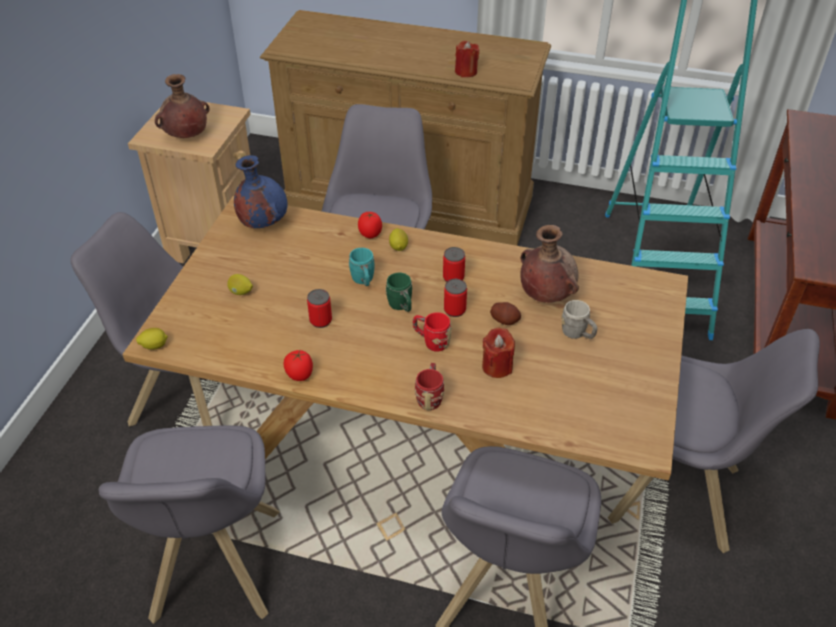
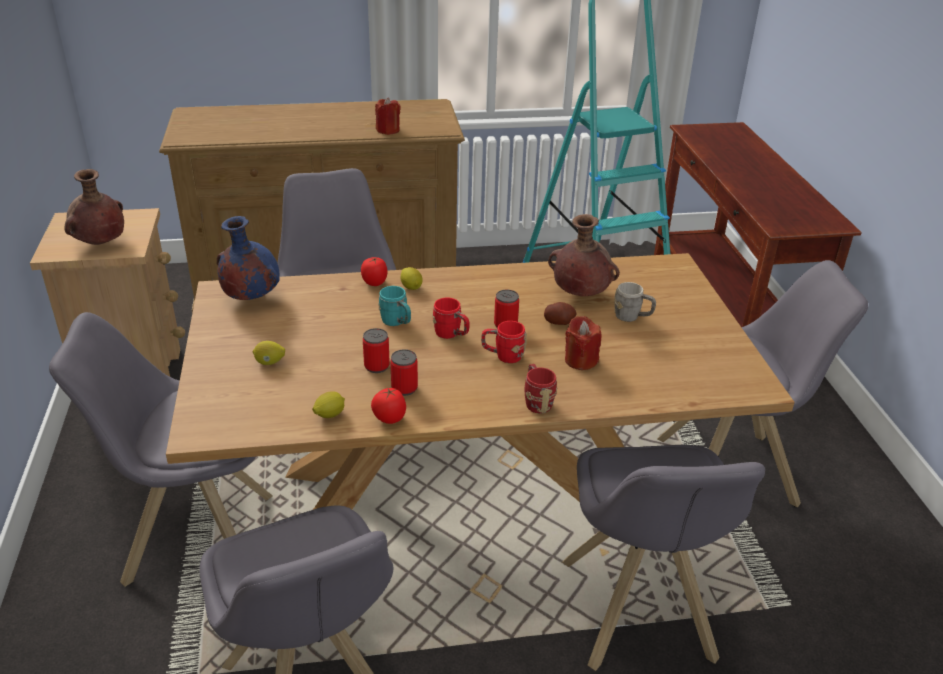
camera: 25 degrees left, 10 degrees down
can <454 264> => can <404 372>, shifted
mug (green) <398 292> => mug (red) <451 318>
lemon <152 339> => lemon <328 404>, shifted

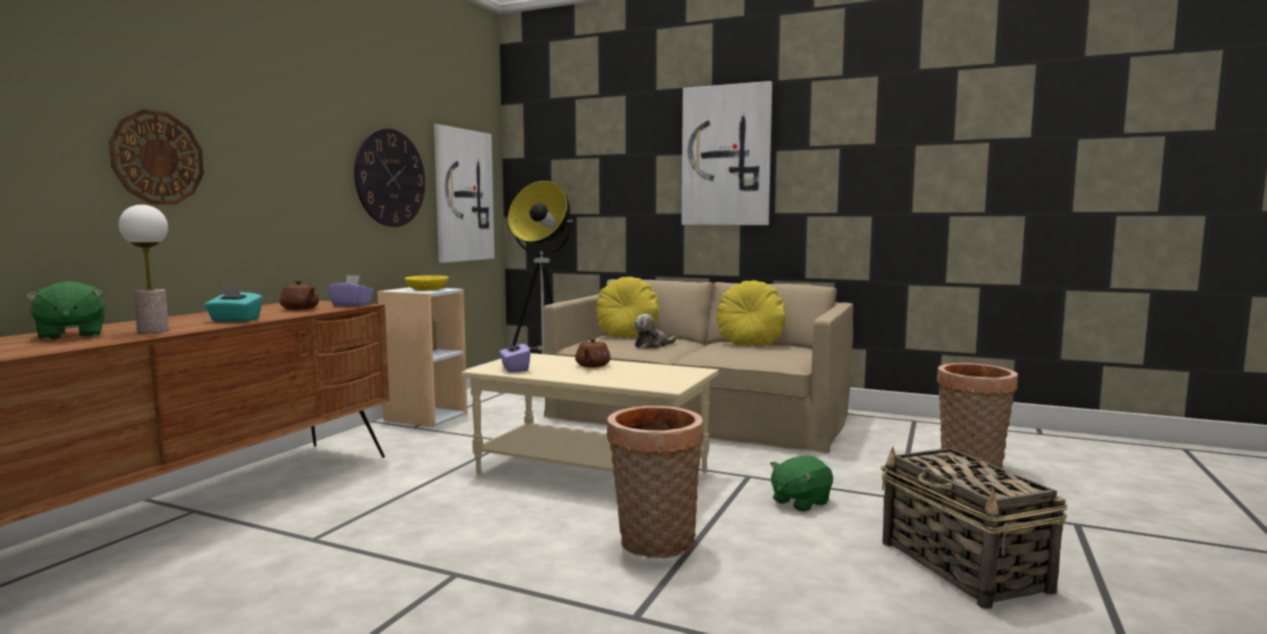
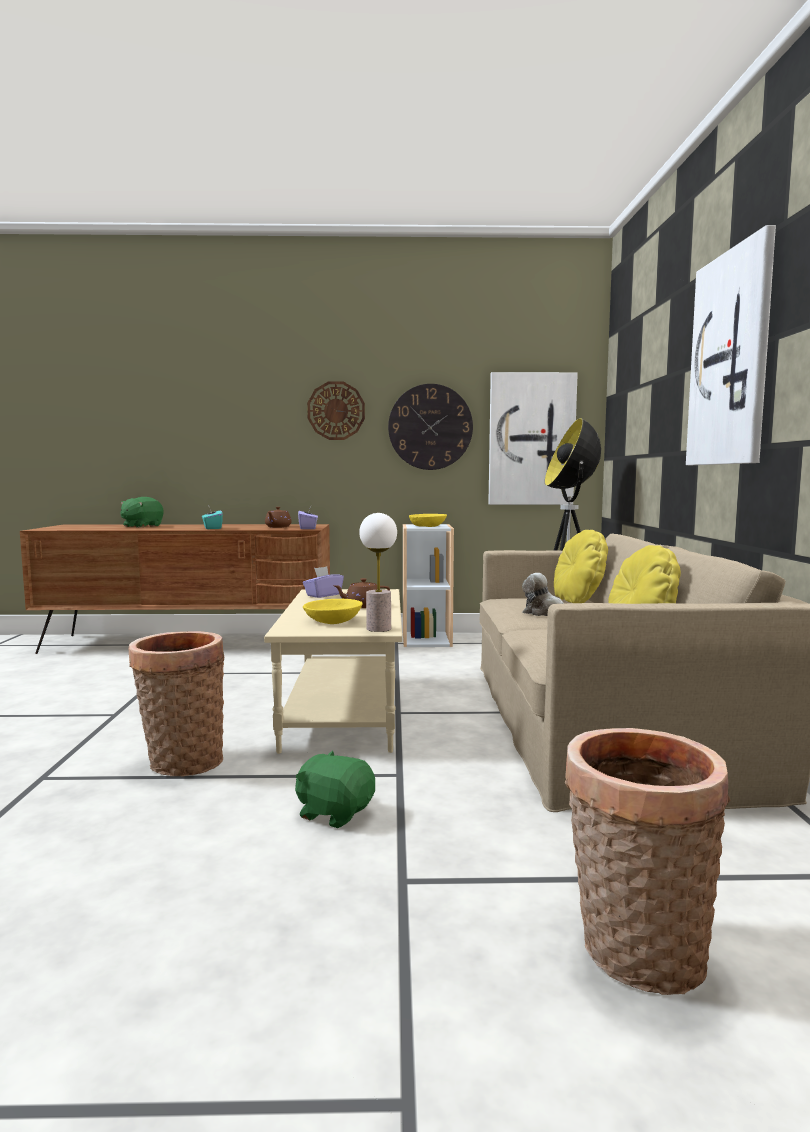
camera: 65 degrees right, 0 degrees up
wall clock <156 157> => wall clock <336 410>, shifted
table lamp <144 269> => table lamp <378 572>, shifted
basket <974 528> => nothing
nothing => bowl (yellow) <333 611>

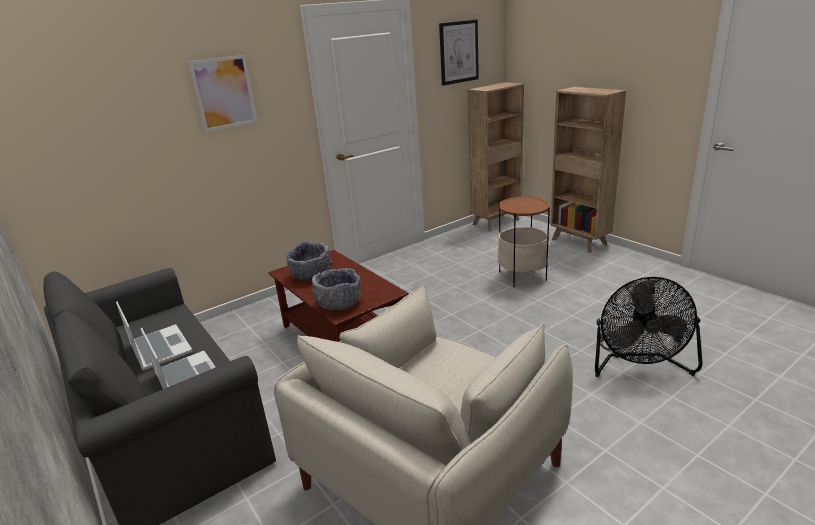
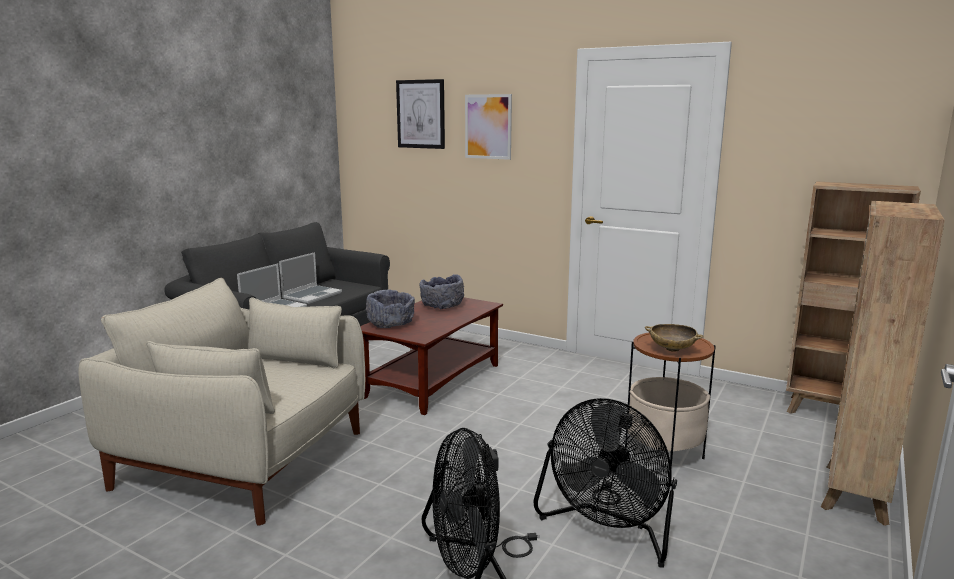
camera: 65 degrees right, 10 degrees down
picture <459 52> => picture <420 114>, shifted
nothing => bowl (beige) <674 338>
nothing => fan (black) <605 483>

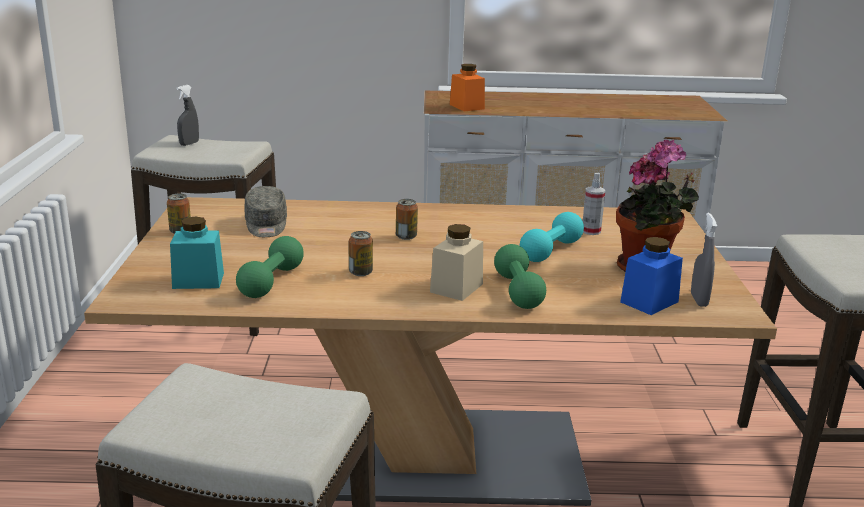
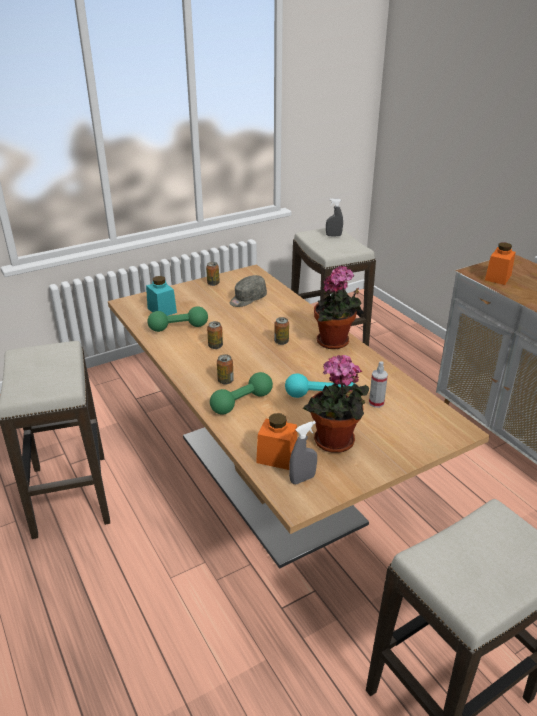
camera: 60 degrees right, 10 degrees up
jar (beige) <456 262> => can <225 369>
jar (blue) <651 276> => jar (orange) <276 441>
nothing => potted plant <338 307>

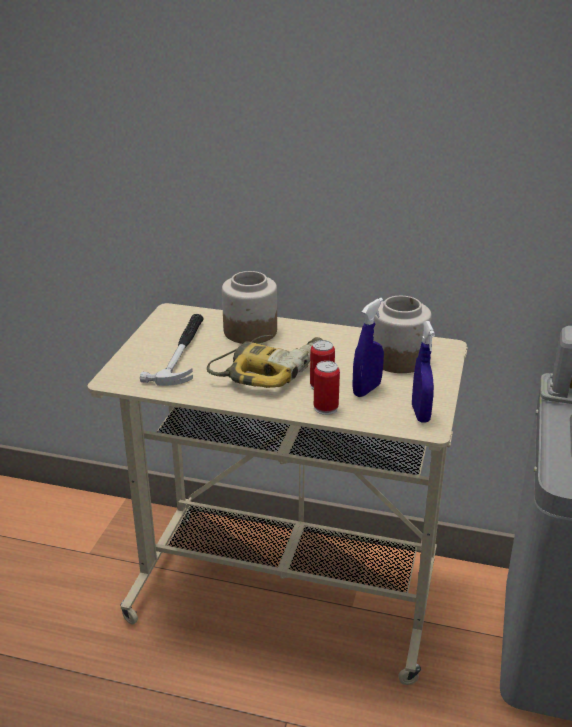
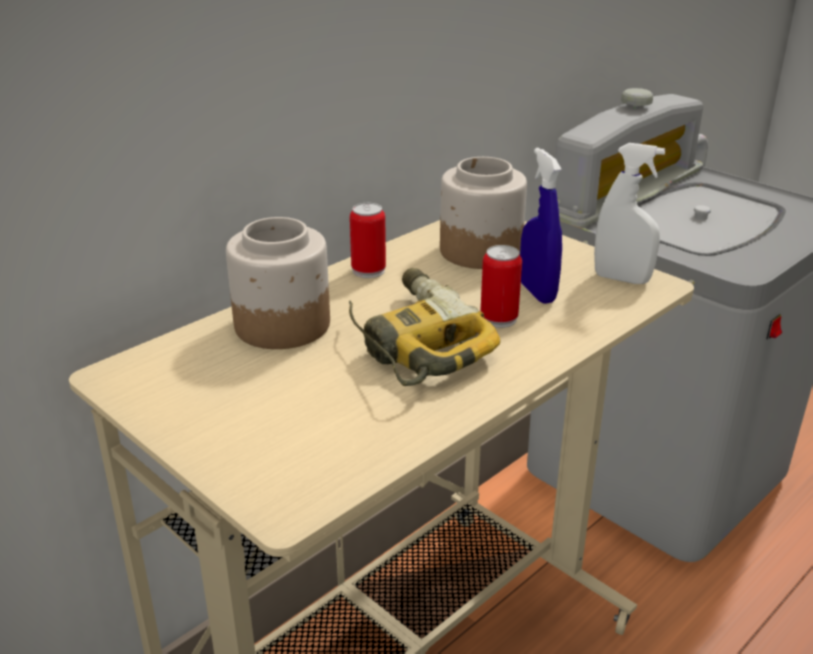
camera: 60 degrees left, 0 degrees up
hammer <172 350> => nothing
spray bottle (blue) <423 371> => spray bottle (white) <629 213>
can <327 388> => can <368 240>, shifted

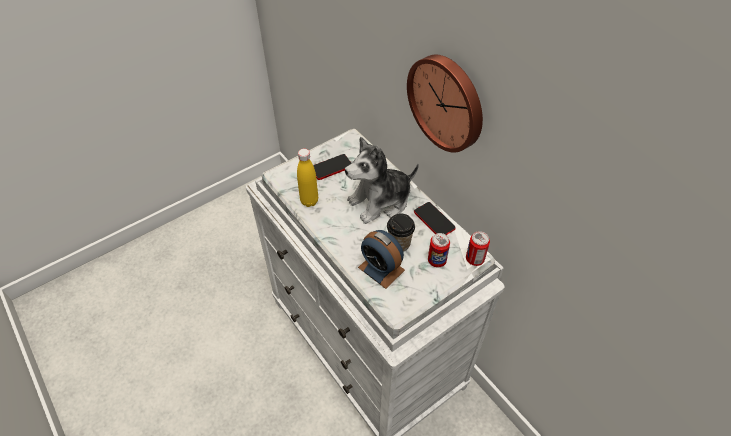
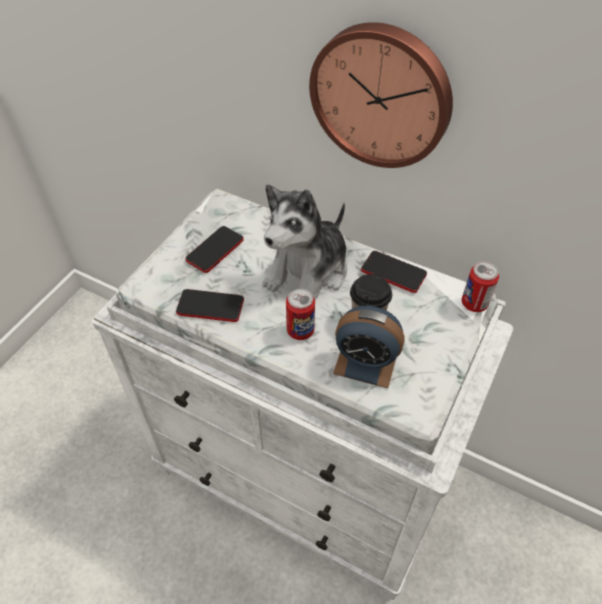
camera: 25 degrees left, 0 degrees up
bottle (yellow) <307 178> => phone <210 305>
can <439 250> => can <300 314>, shifted

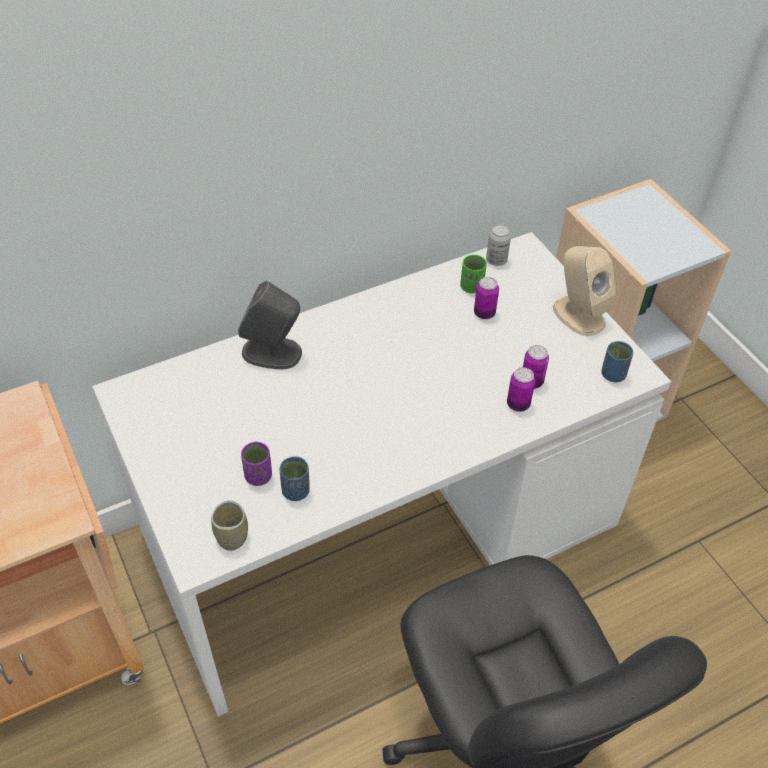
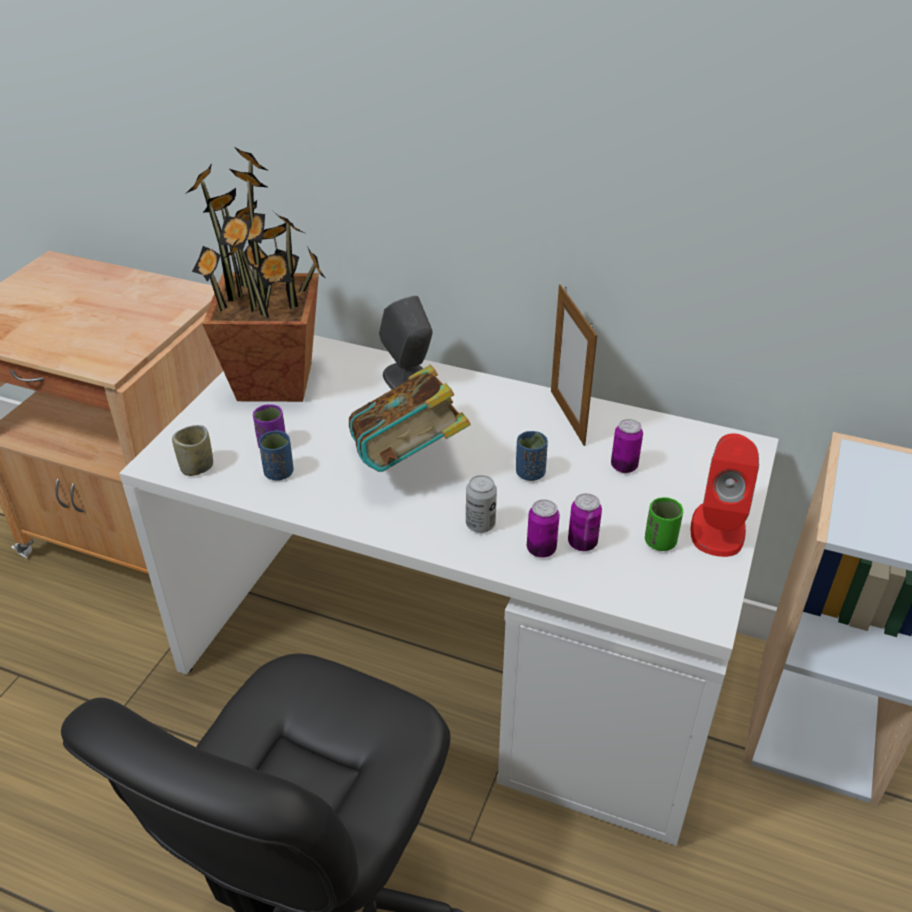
camera: 50 degrees right, 10 degrees down
can <498 245> => can <481 504>, shifted
speaker (beige) <584 291> => speaker (red) <724 495>
cup (green) <473 274> => cup (green) <664 524>, shifted
cup (blue) <617 361> => cup (blue) <532 456>, shifted
nothing => potted plant <255 274>
nothing => picture frame <574 365>
nothing => book <410 418>

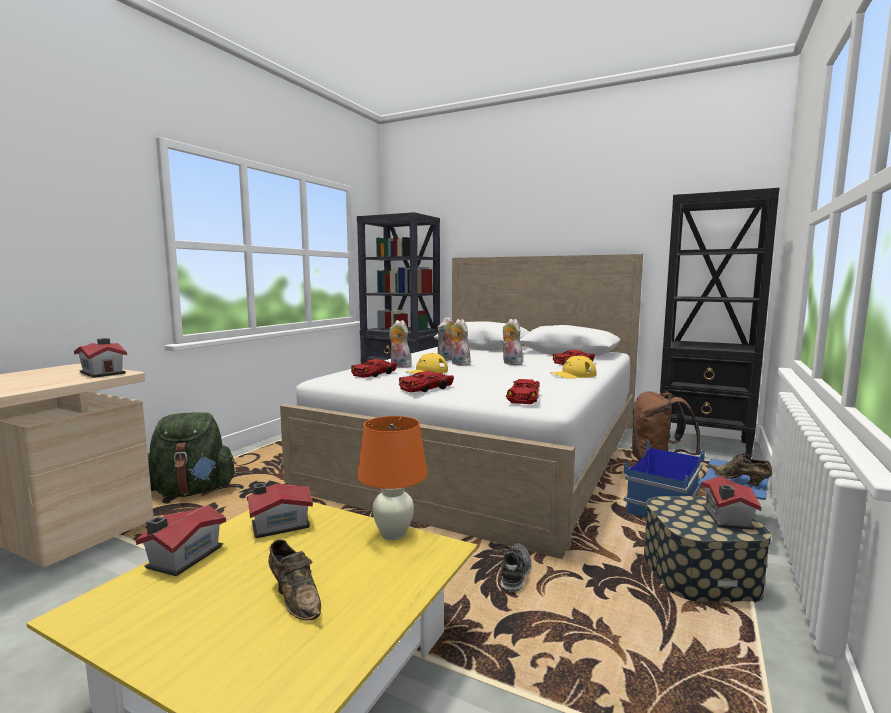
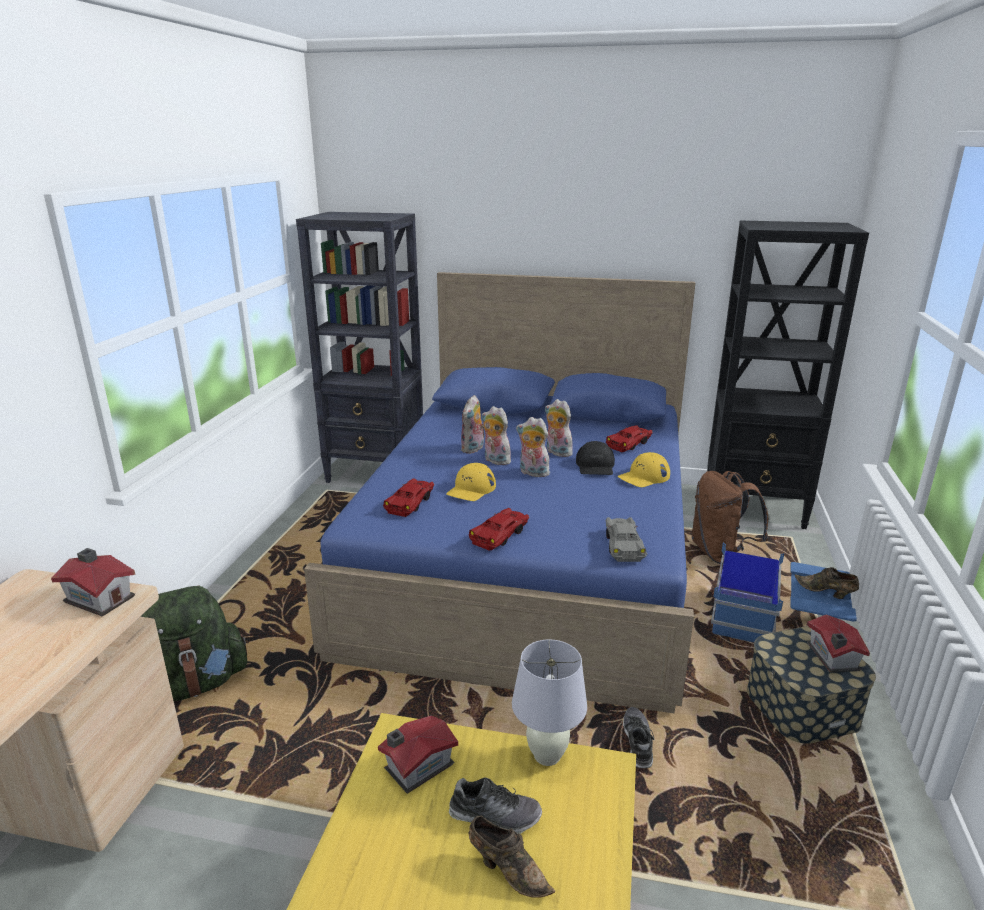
camera: 15 degrees left, 15 degrees up
bed (white) <461 406> => bed (blue) <499 492>
plush toy <400 344> => plush toy <533 447>, shifted
toy car (red) <523 391> => toy car (grey) <626 539>
table lamp (orange) <392 478> => table lamp (white) <549 702>
toy house <181 540> => nothing
nothing => cap (black) <595 458>
nothing => shoe <495 805>

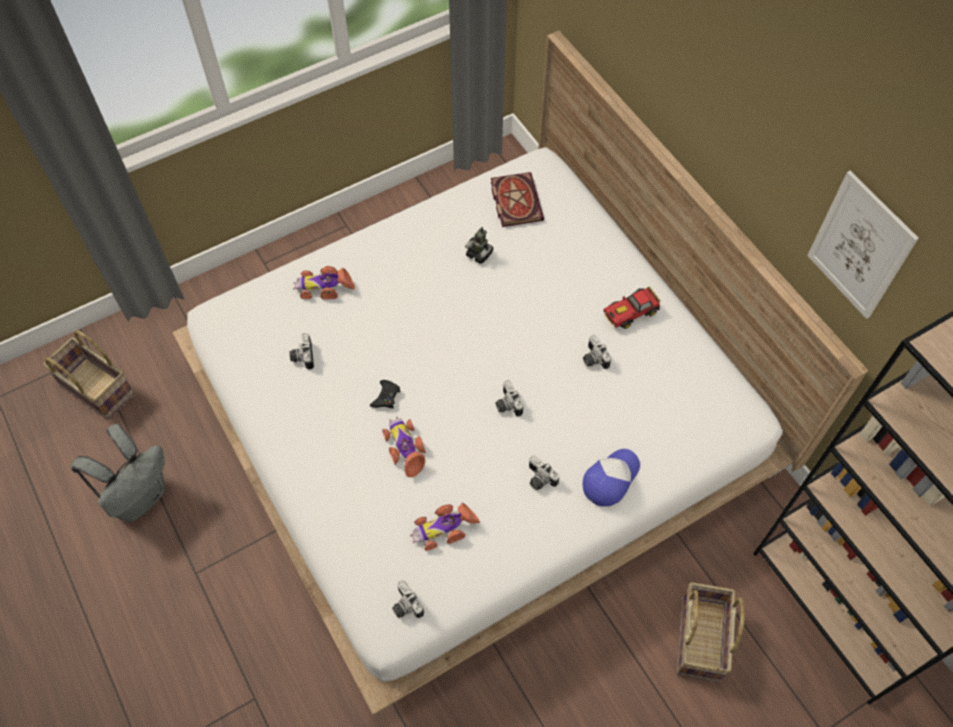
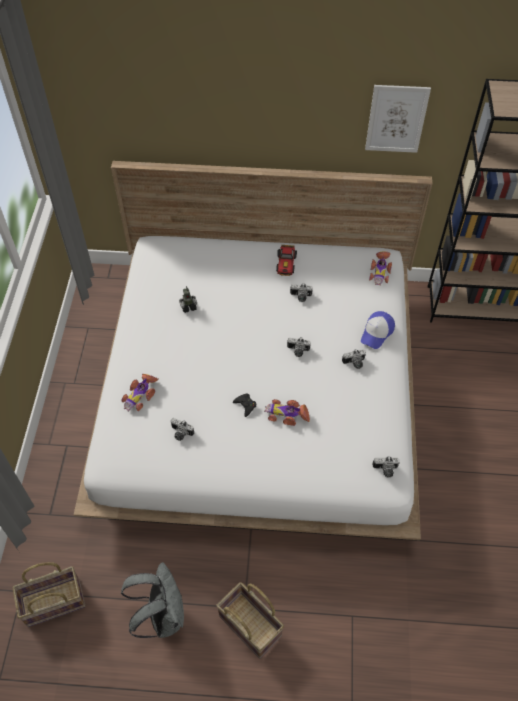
camera: 55 degrees left, 5 degrees down
book <517 199> => nothing
cap <611 478> => cap <378 330>, 135 degrees counterclockwise
toy car <445 527> => toy car <380 268>, shifted
basket <710 632> => basket <250 620>, shifted

